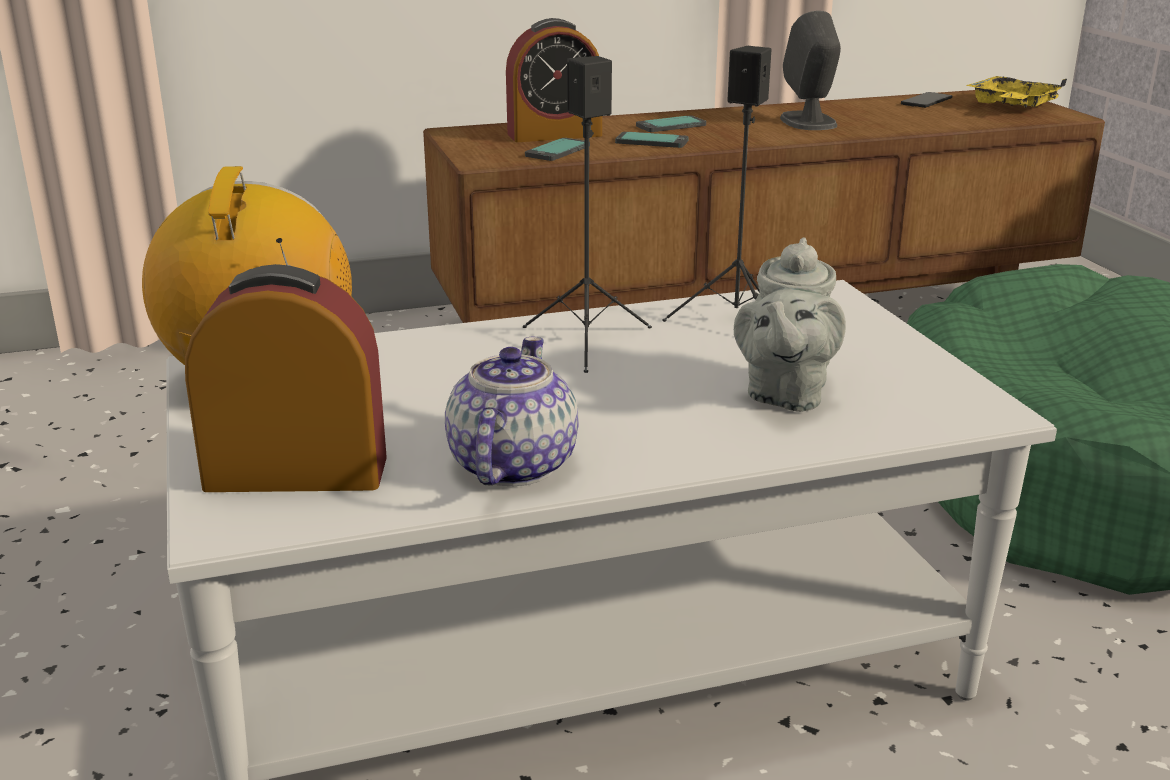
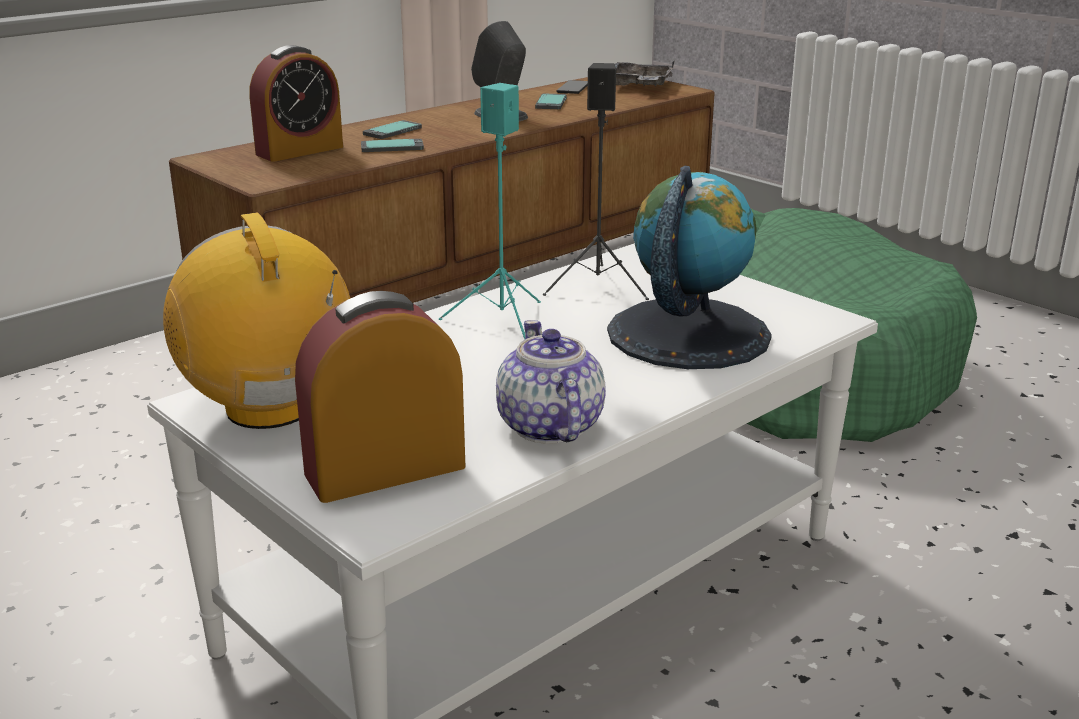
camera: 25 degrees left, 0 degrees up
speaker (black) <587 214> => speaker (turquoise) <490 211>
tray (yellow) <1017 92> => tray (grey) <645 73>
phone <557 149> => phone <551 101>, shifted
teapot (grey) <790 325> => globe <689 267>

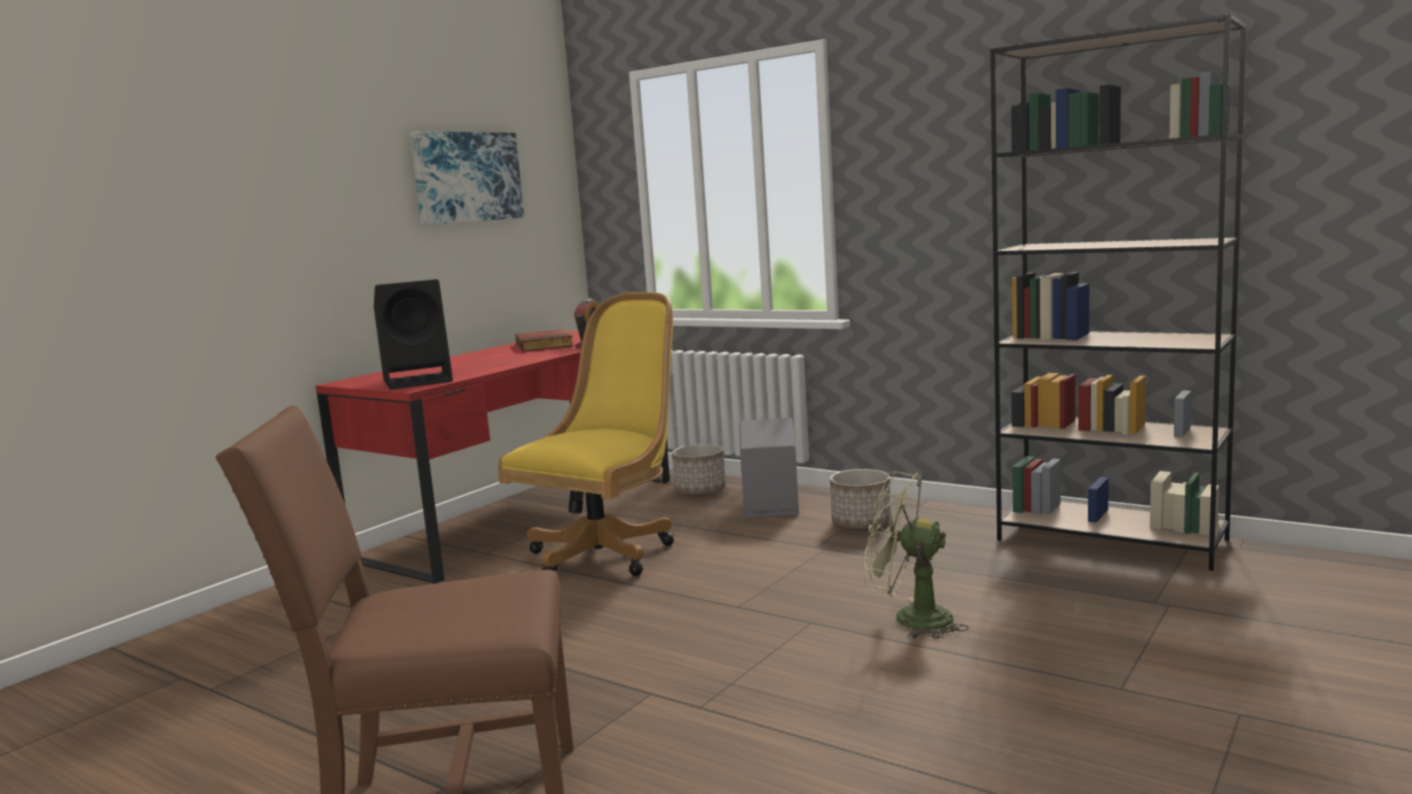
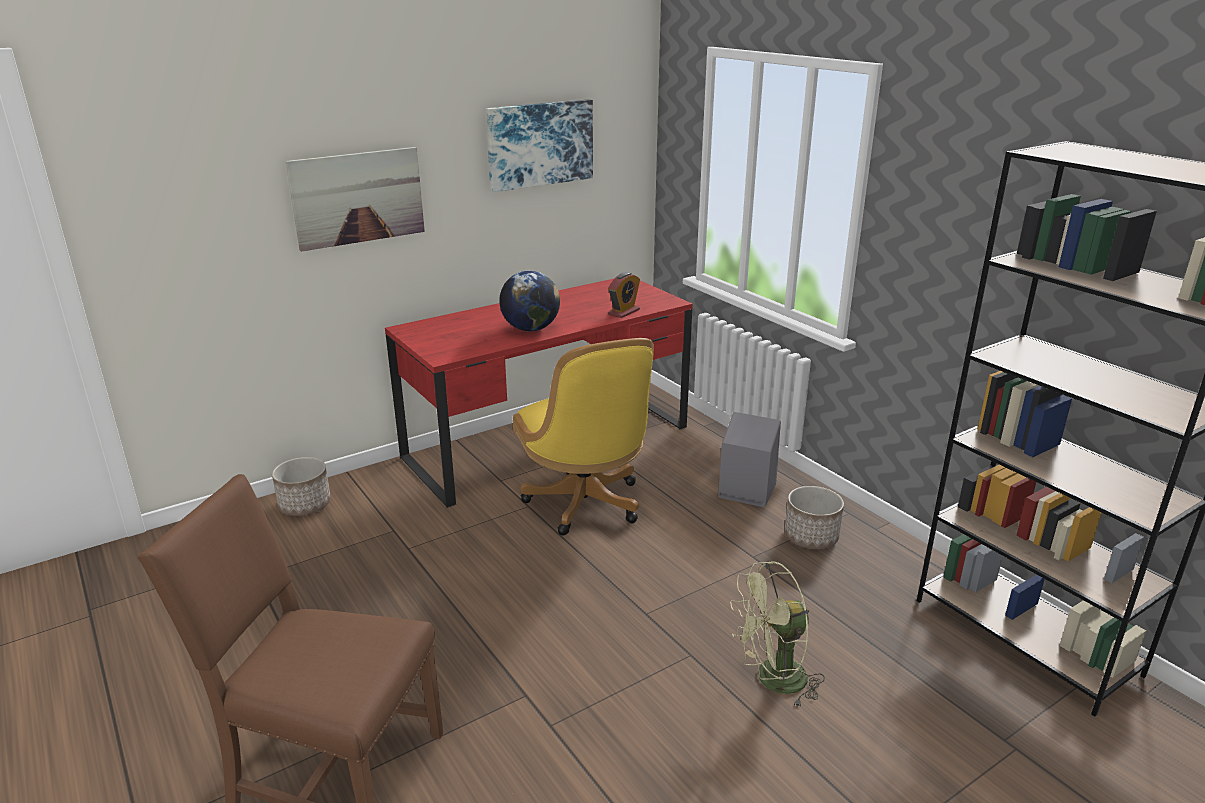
camera: 20 degrees right, 15 degrees up
speaker (black) <413 334> => nothing
office chair (yellow) <586 434> => office chair (yellow) <583 436>, 105 degrees clockwise
book <544 340> => nothing
planter <699 469> => planter <301 486>, shifted
fan (green) <916 555> => fan (green) <777 635>, 60 degrees counterclockwise
nothing => picture <355 199>
nothing => globe <529 300>

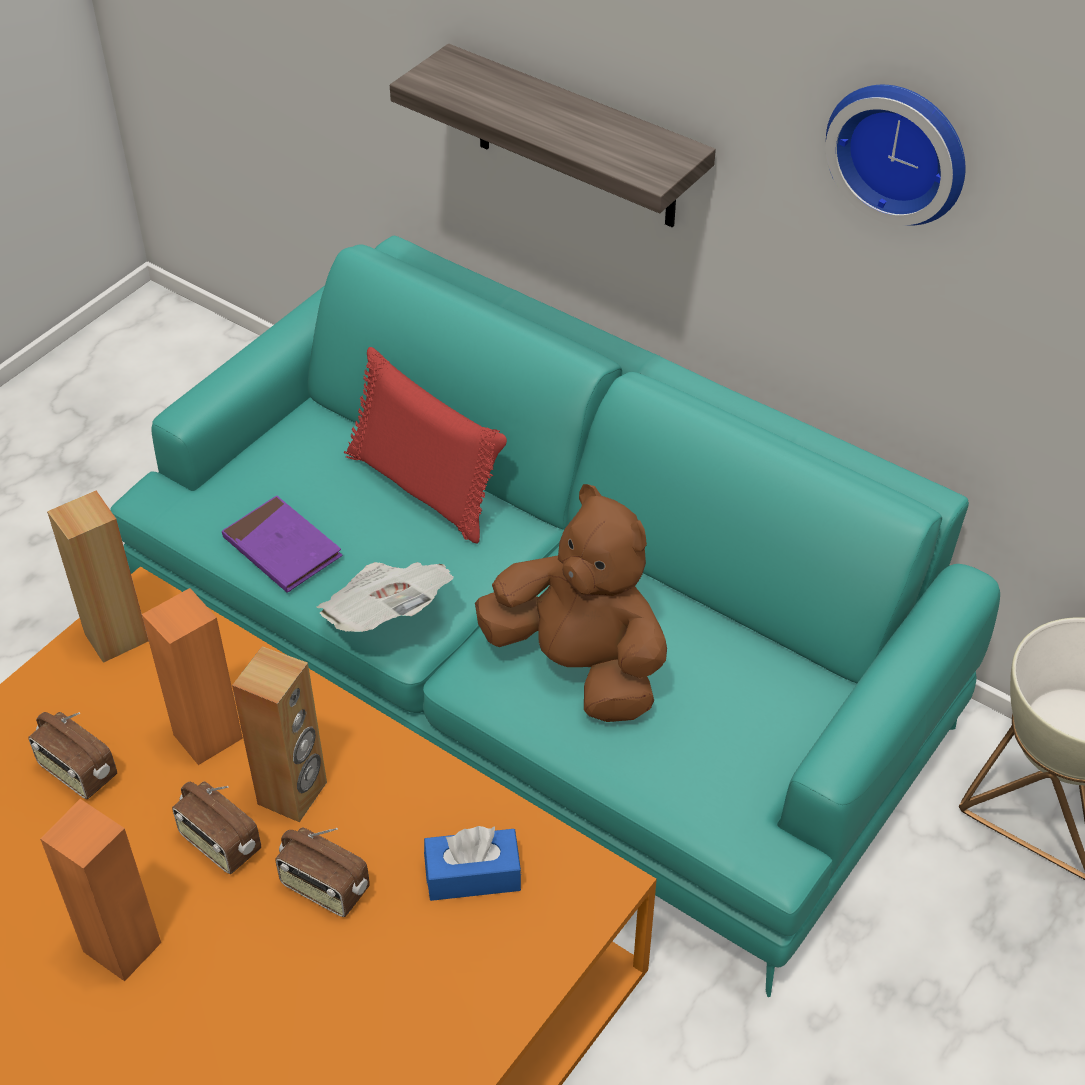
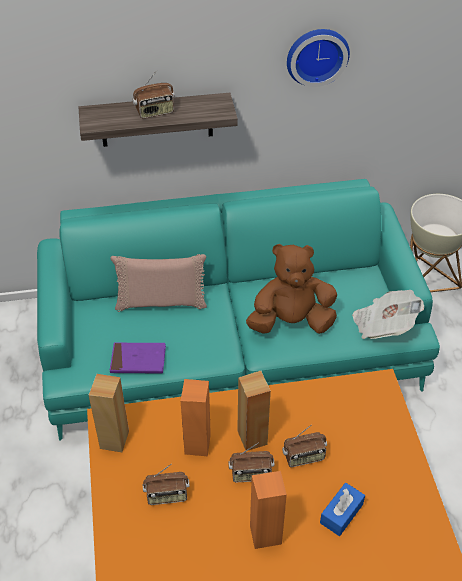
camera: 45 degrees left, 0 degrees up
pillow (red) <425 445> => pillow (beige) <158 283>
newspaper <385 597> => newspaper <388 314>, shifted
tissue box (blue) <472 863> => tissue box (blue) <342 509>, shifted
nothing => radio <154 94>

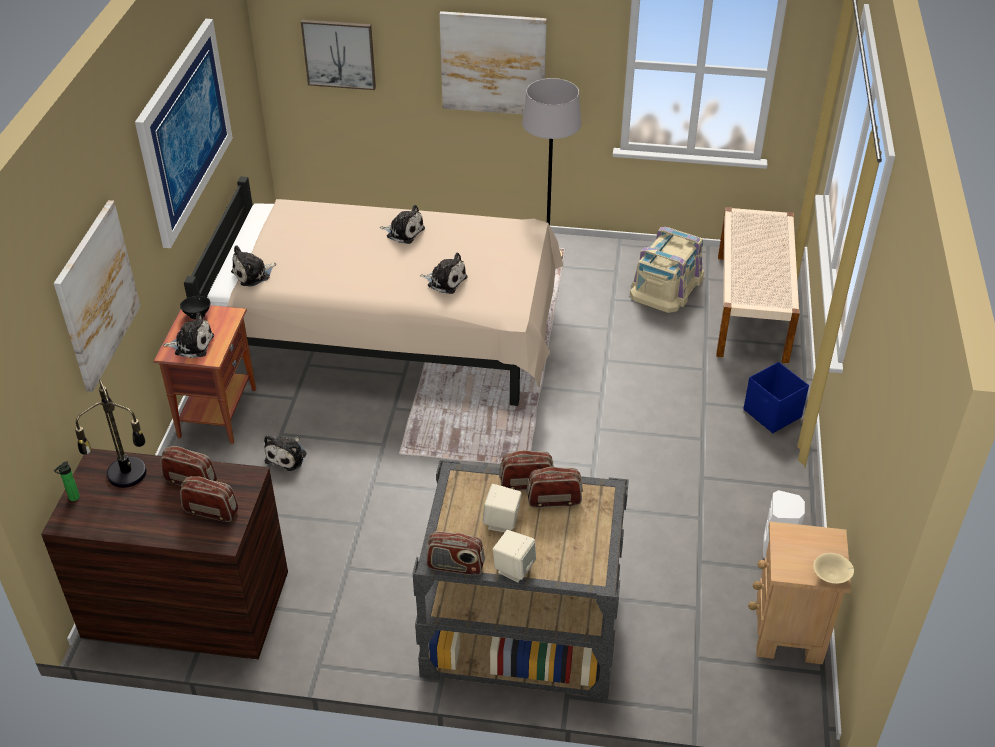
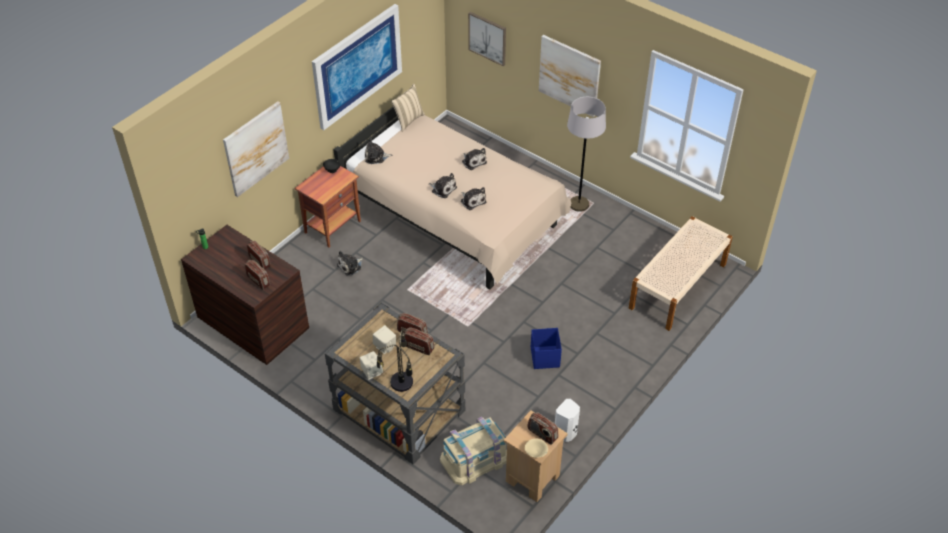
camera: 30 degrees right, 5 degrees up
storage box (beige) <667 270> => storage box (beige) <473 451>, shifted
plush toy <188 335> => plush toy <443 185>, shifted
storage box (blue) <776 397> => storage box (blue) <546 348>, shifted
table lamp <111 434> => table lamp <395 361>, shifted
radio <455 553> => radio <542 428>, shifted
nothing => pillow (beige) <408 108>

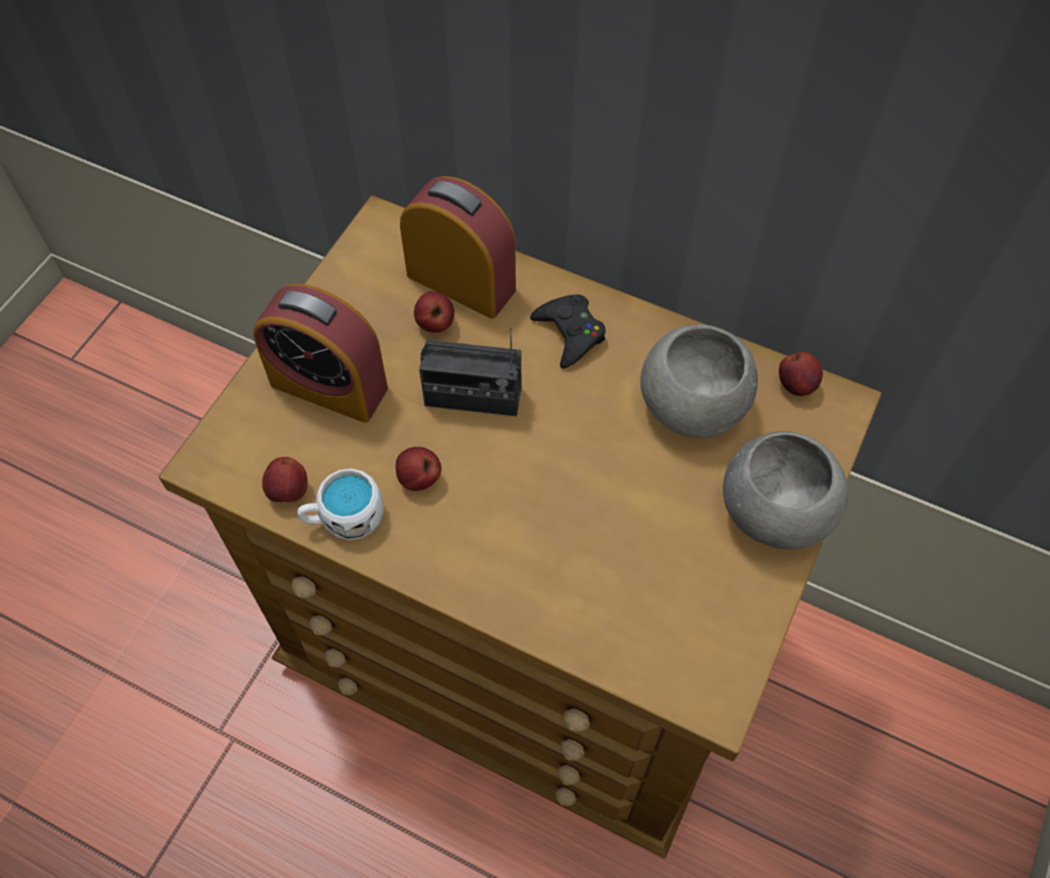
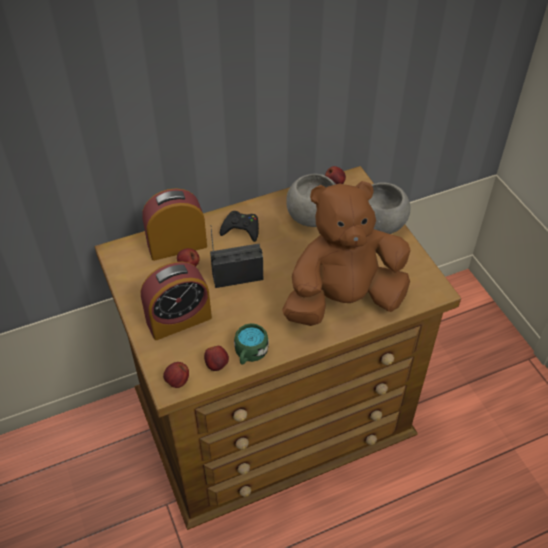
camera: 50 degrees left, 10 degrees down
radio <470 371> => radio <236 256>, 150 degrees counterclockwise
apple <418 469> => apple <176 375>, shifted
mug (white) <340 504> => mug (green) <251 344>
nothing => plush toy (brown) <346 253>

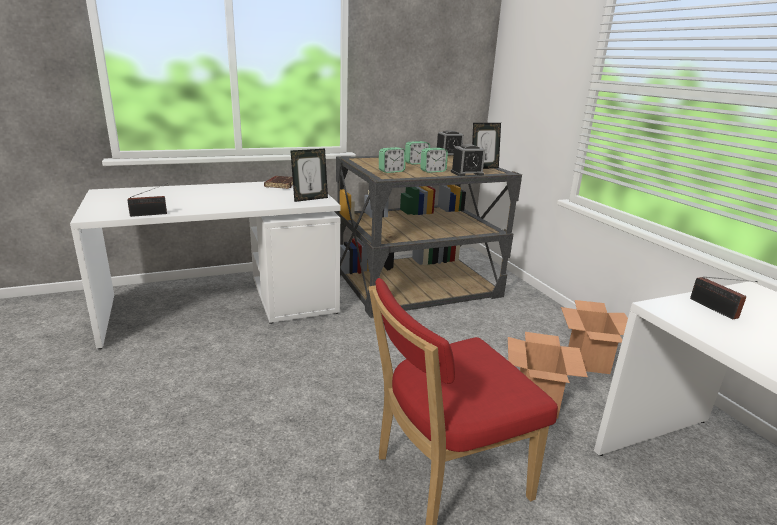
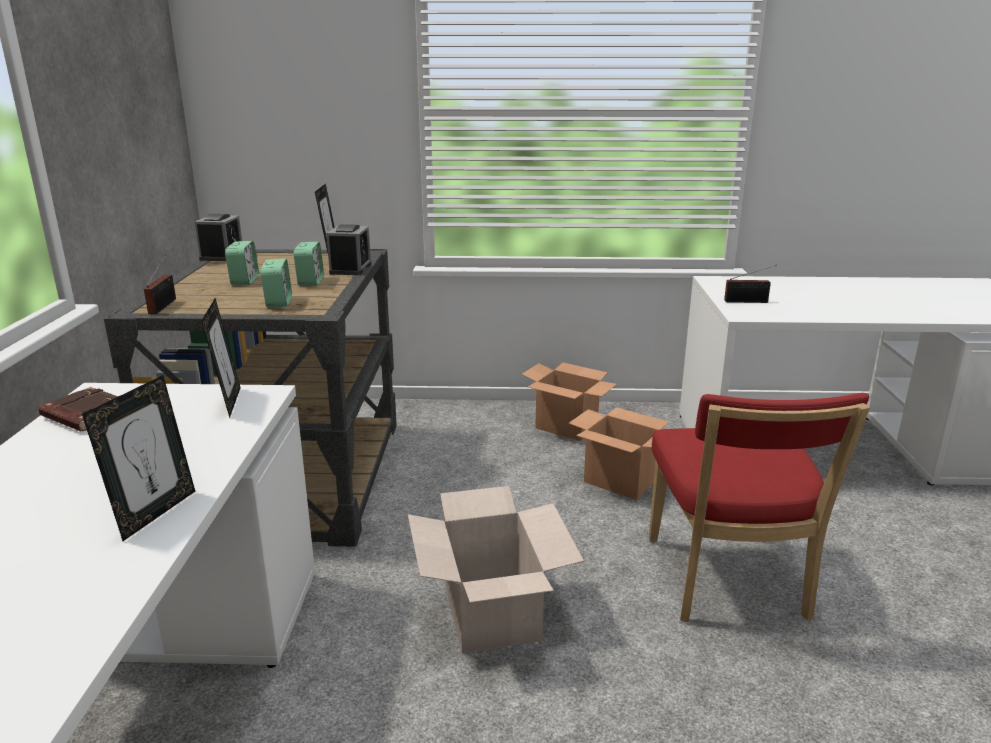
camera: 65 degrees left, 0 degrees up
radio <147 200> => radio <160 284>, shifted
nothing => picture frame <138 458>
nothing => cardboard box <496 570>

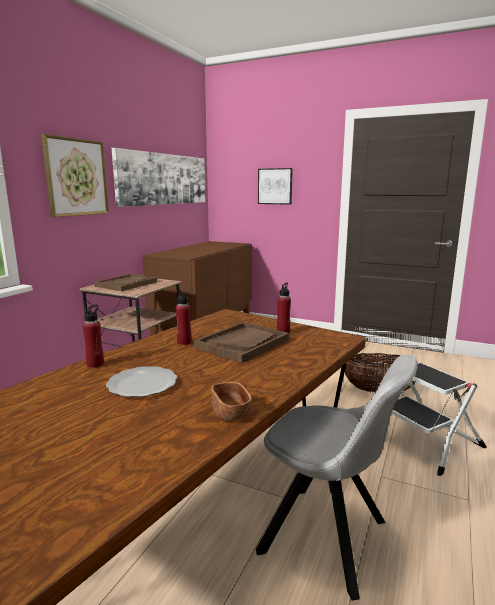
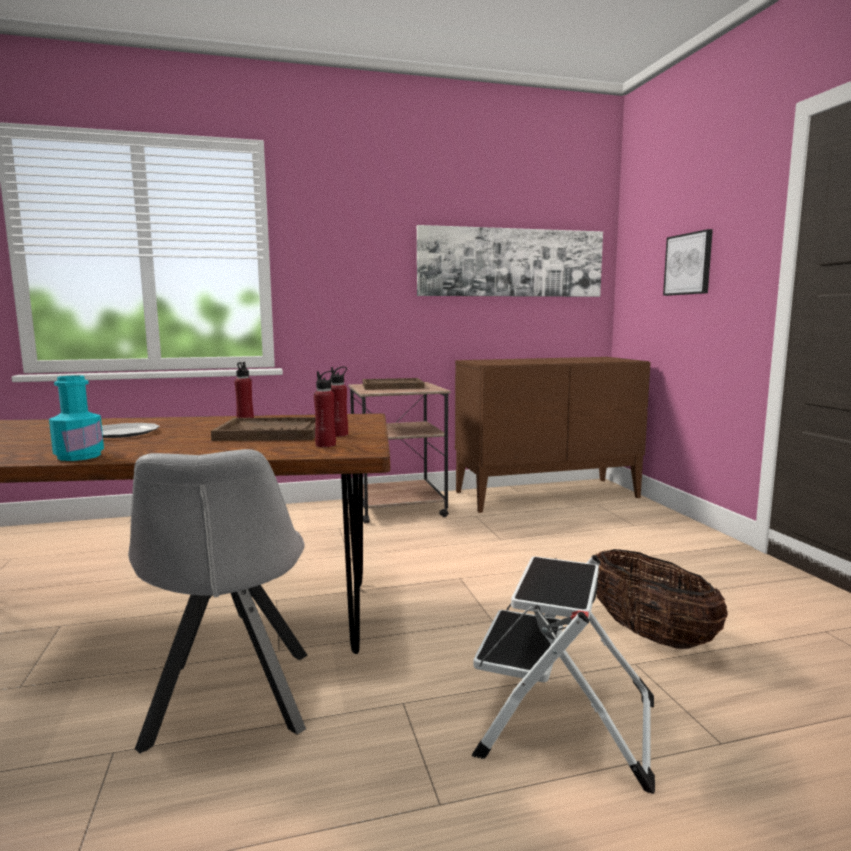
camera: 50 degrees right, 5 degrees down
picture <75 175> => nothing
bottle (red) <93 336> => bottle (red) <325 409>, shifted
bowl (brown) <231 401> => bottle (turquoise) <76 418>

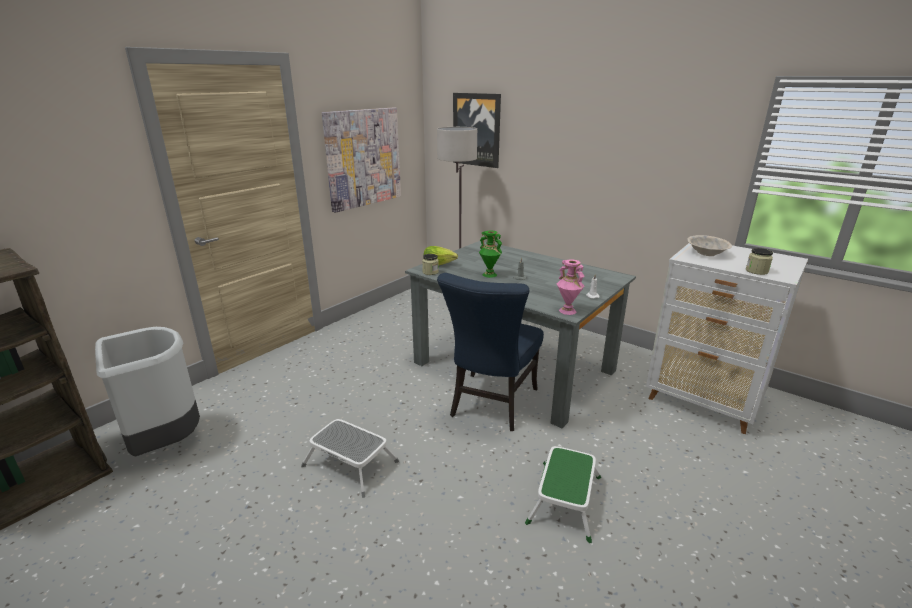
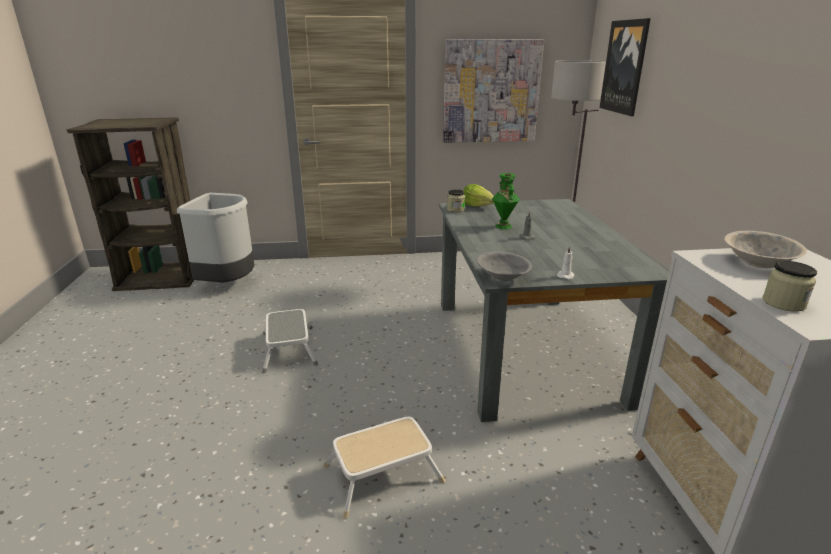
camera: 45 degrees right, 0 degrees up
vase (pink) <570 287> => bowl (grey) <504 267>
chair (blue) <490 352> => nothing
step ladder (green) <563 494> => step ladder (beige) <384 468>

